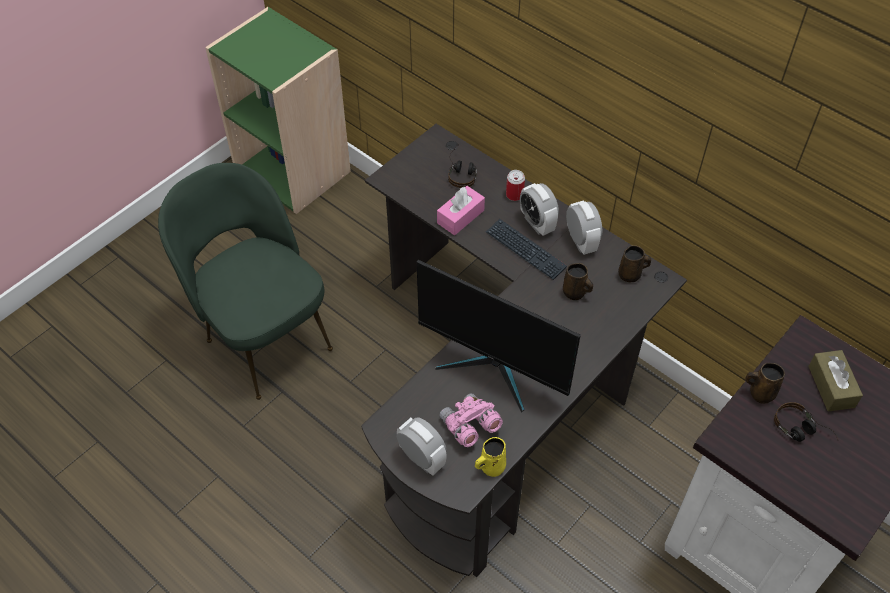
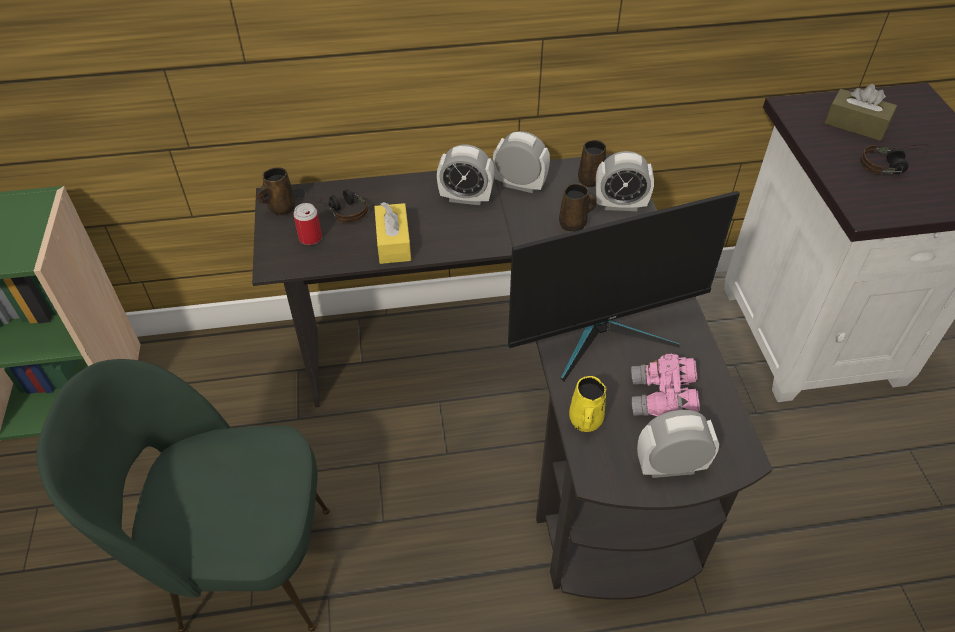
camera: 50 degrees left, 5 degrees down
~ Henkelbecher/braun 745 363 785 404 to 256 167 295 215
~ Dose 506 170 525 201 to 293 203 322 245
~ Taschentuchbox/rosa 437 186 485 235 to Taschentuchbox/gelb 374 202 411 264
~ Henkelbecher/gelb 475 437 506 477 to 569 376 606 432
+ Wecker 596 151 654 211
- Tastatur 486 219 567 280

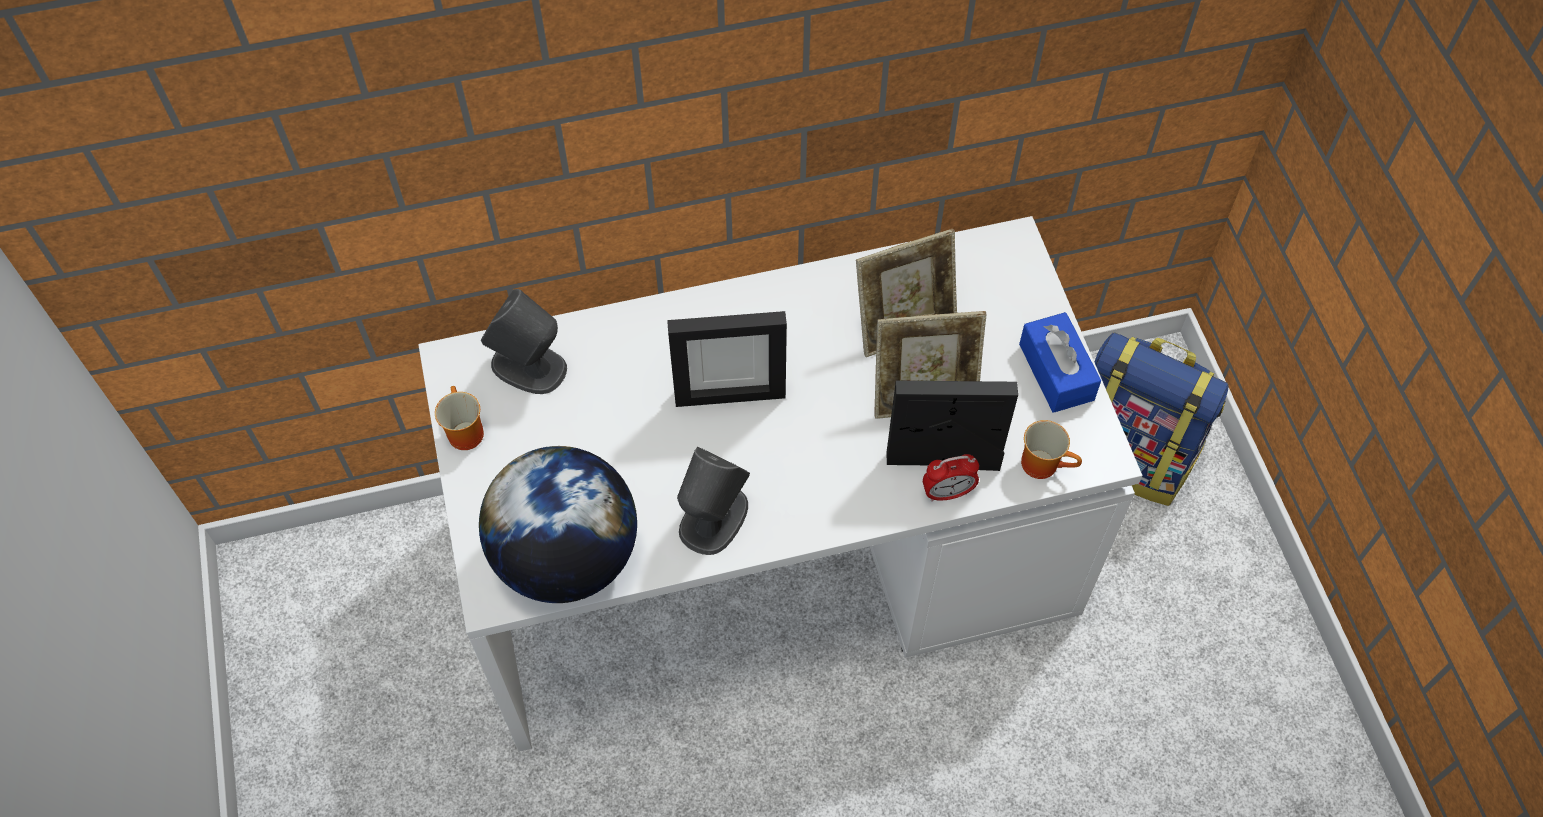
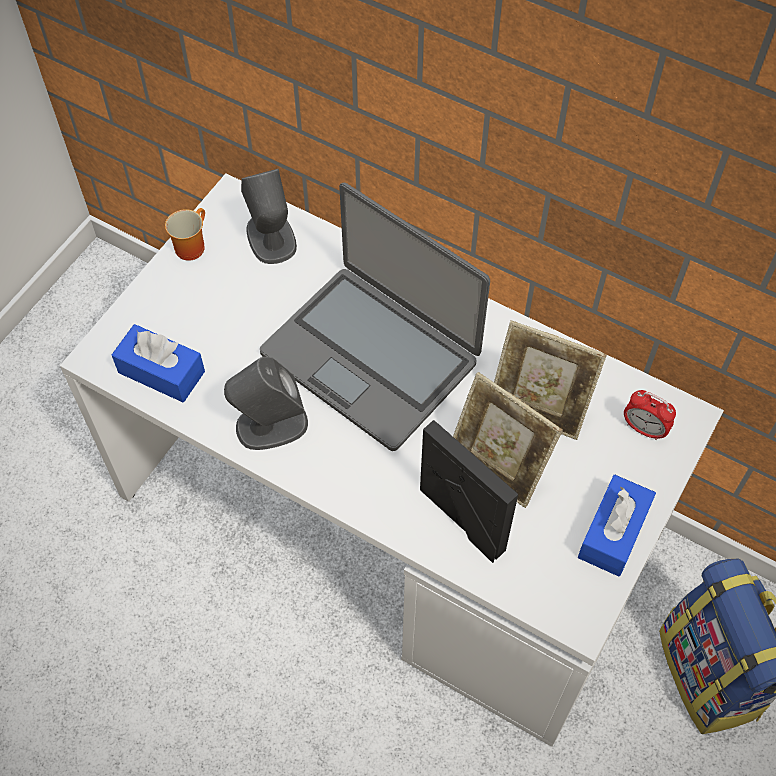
camera: 45 degrees right, 0 degrees up
~ Globus 479 446 637 603 to Taschentuchbox/blau 112 324 205 402
~ Bilderrahmen 667 311 787 407 to Laptop 260 182 490 451
~ Wecker 923 454 979 501 to 624 390 676 440
- Henkelbecher 1021 420 1082 479

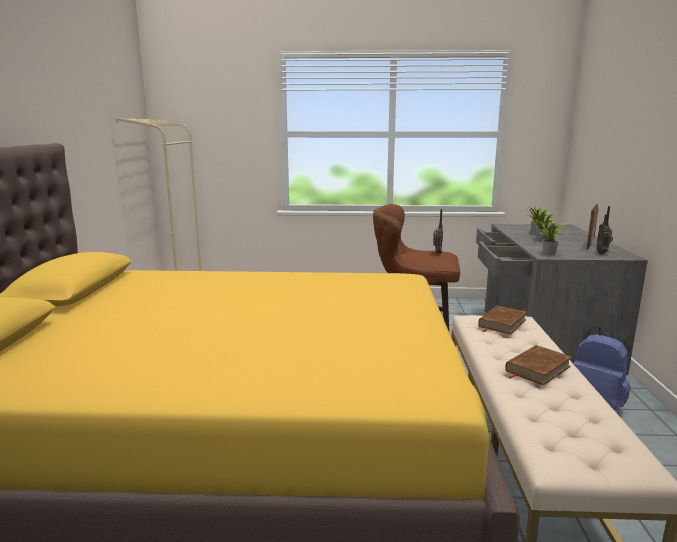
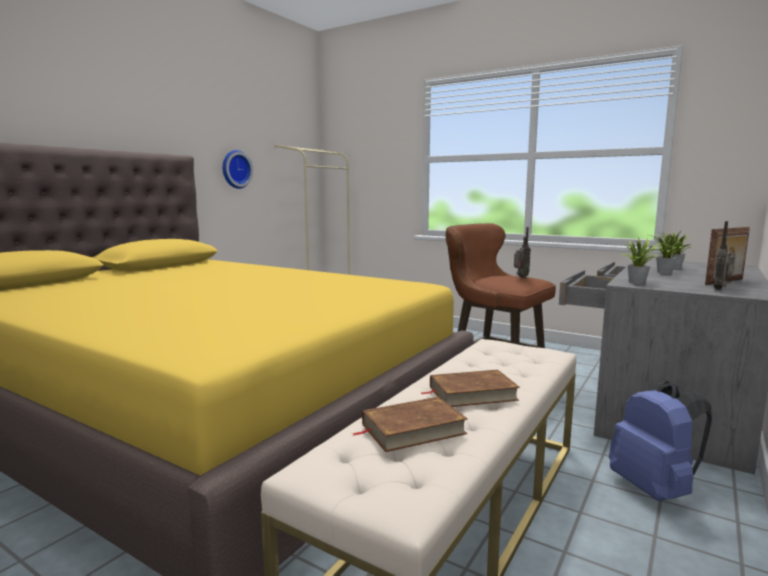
camera: 30 degrees right, 5 degrees down
+ Wanduhr 222 150 253 189
~ Buch/braun 478 305 527 335 to 352 397 468 452

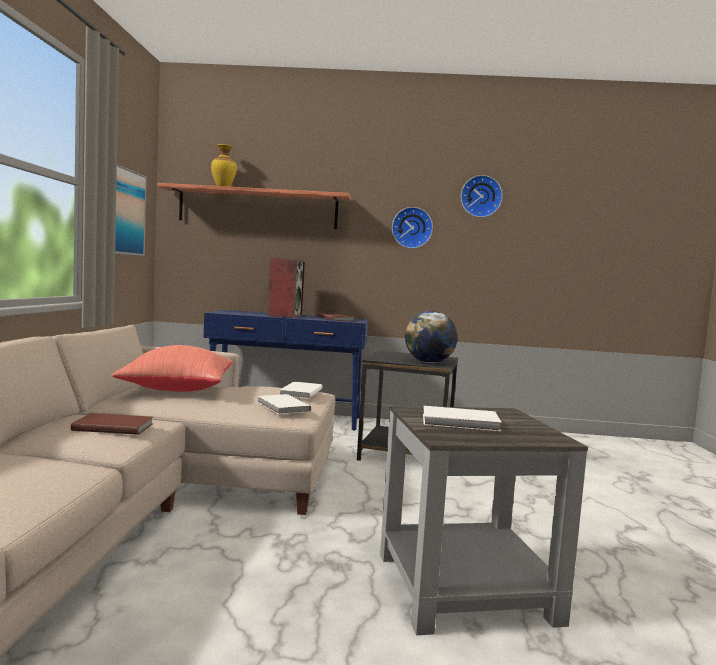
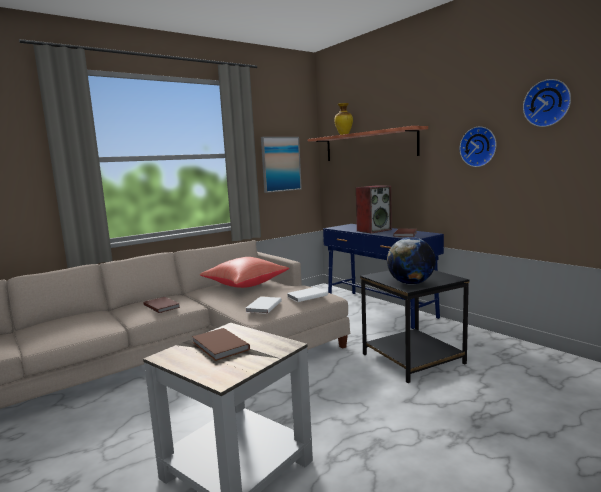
camera: 50 degrees right, 5 degrees up
~ Buch/weiß 423 406 502 431 to Buch/braun 192 328 250 361

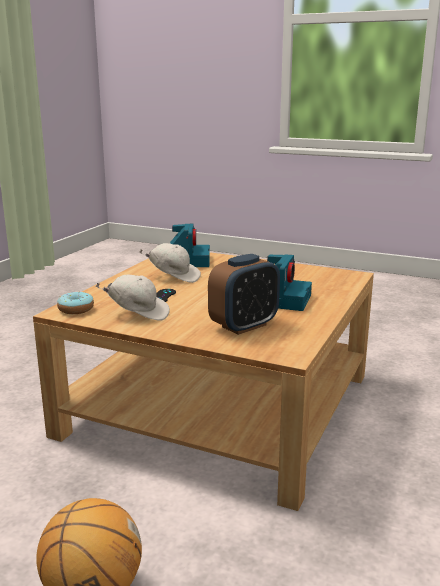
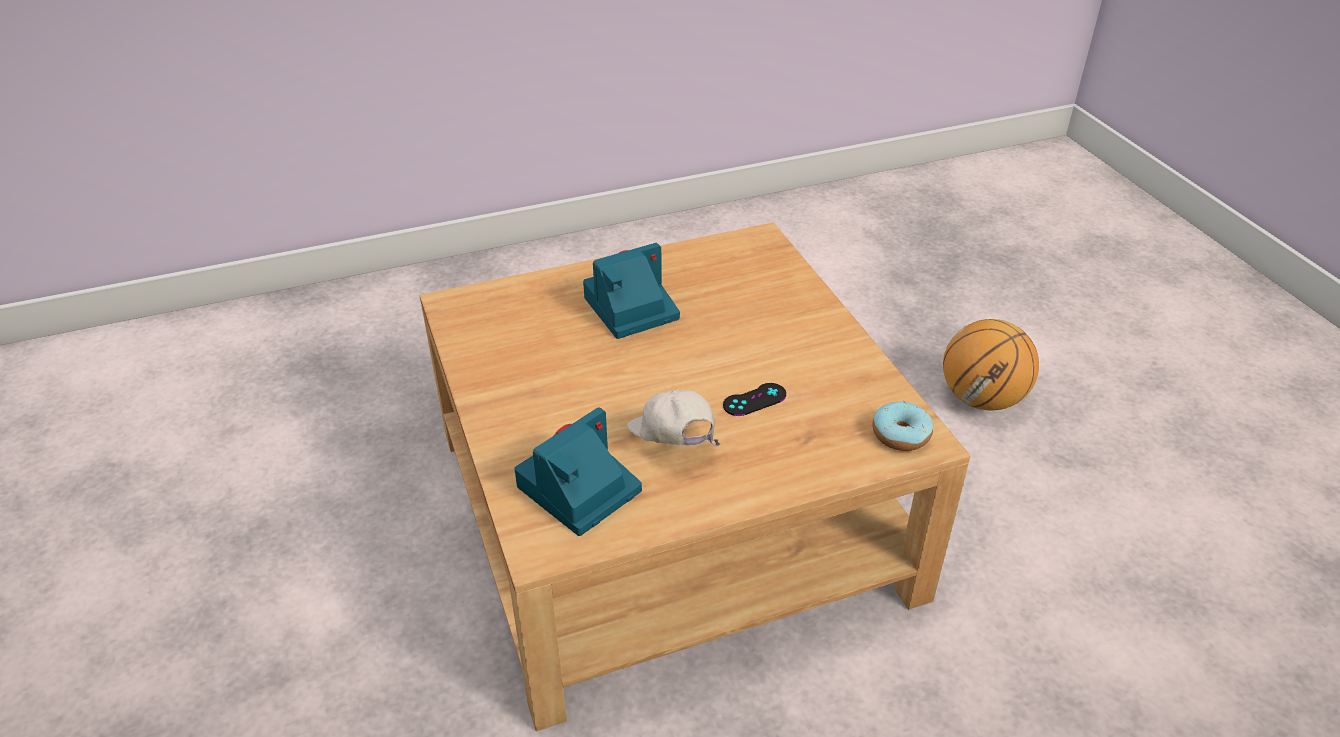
camera: 135 degrees left, 20 degrees up
- Kappe/weiß 95 275 170 321
- Wecker 208 254 280 335

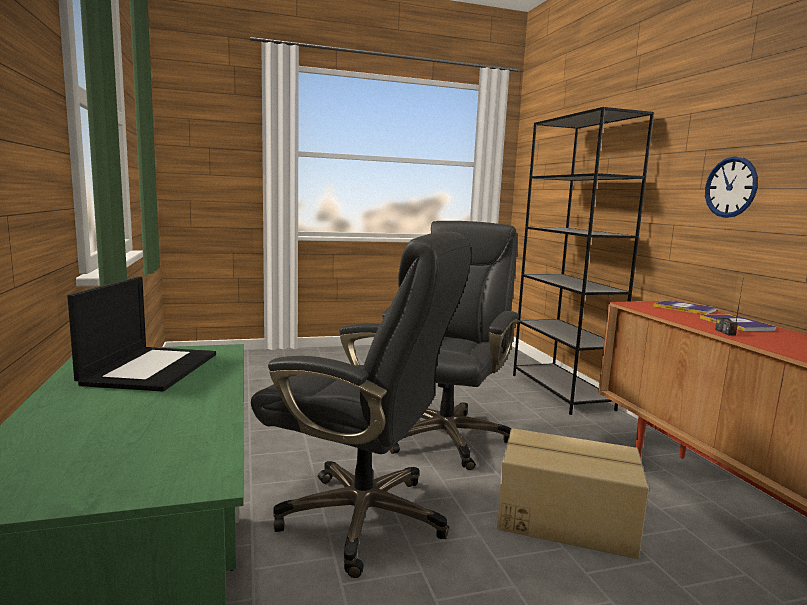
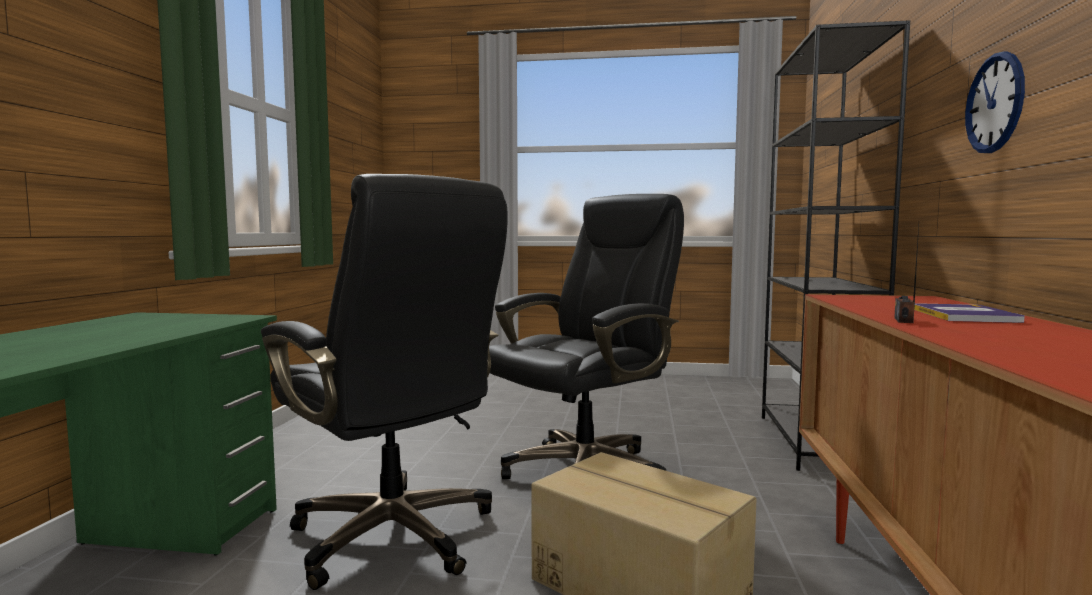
camera: 25 degrees right, 5 degrees down
- Laptop 67 276 216 392
- Buch 653 300 716 315

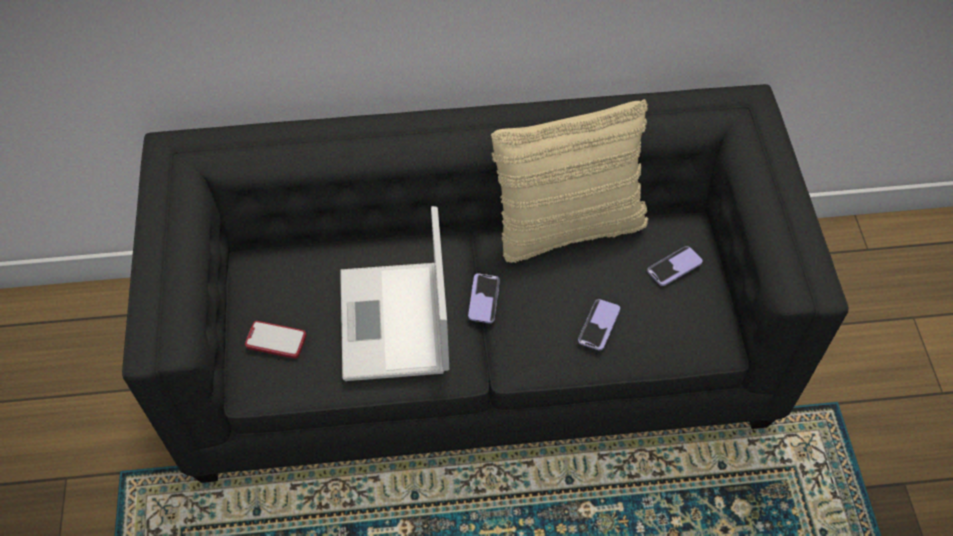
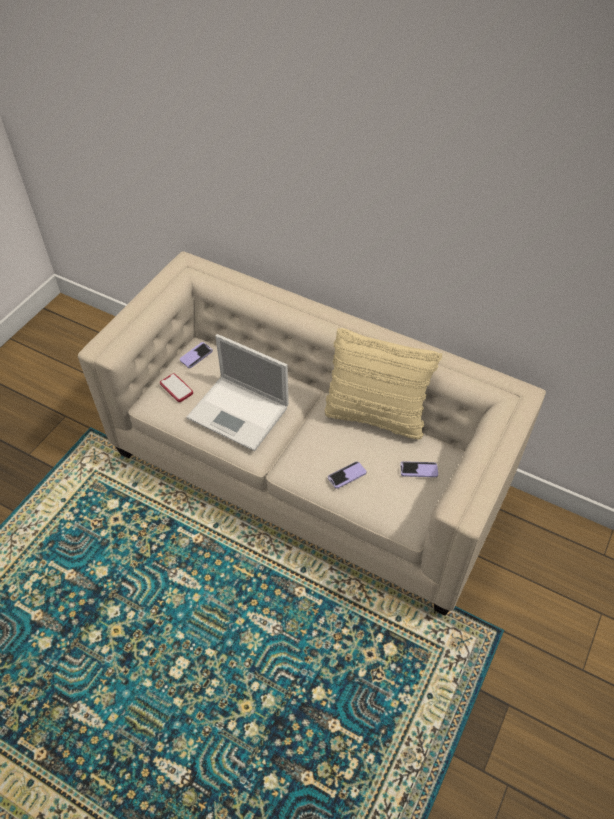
camera: 35 degrees right, 5 degrees down
~ Sofa/schwarz 122 84 848 483 to Sofa/beige 78 251 546 616
~ Handy 468 273 500 323 to 180 342 213 368
~ Laptop 340 206 449 381 = 186 334 289 451 90 degrees counterclockwise

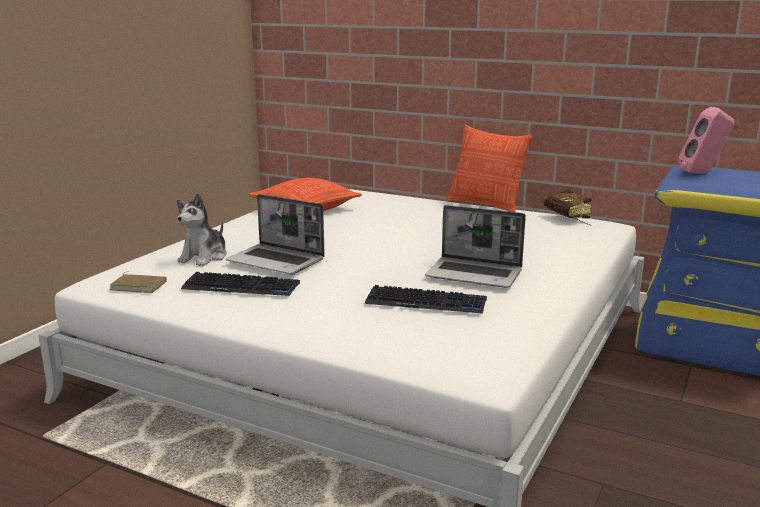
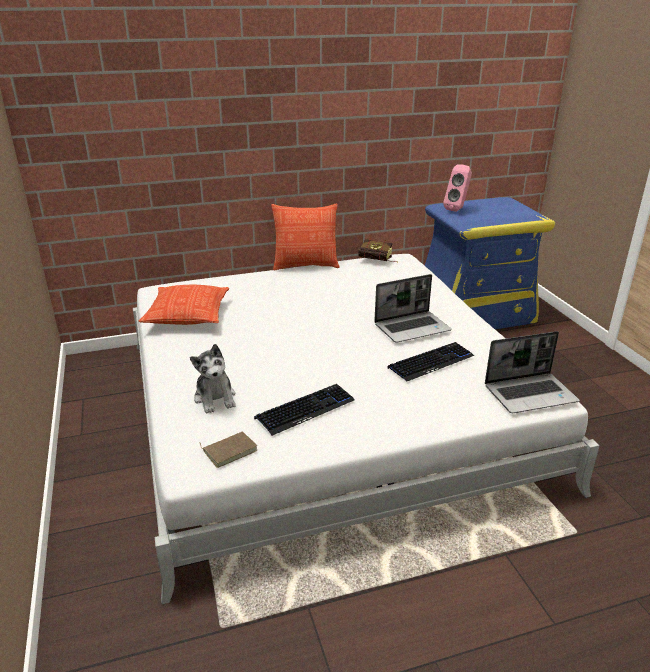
camera: 45 degrees left, 10 degrees up
~ Laptop 226 194 325 275 to 485 331 580 413

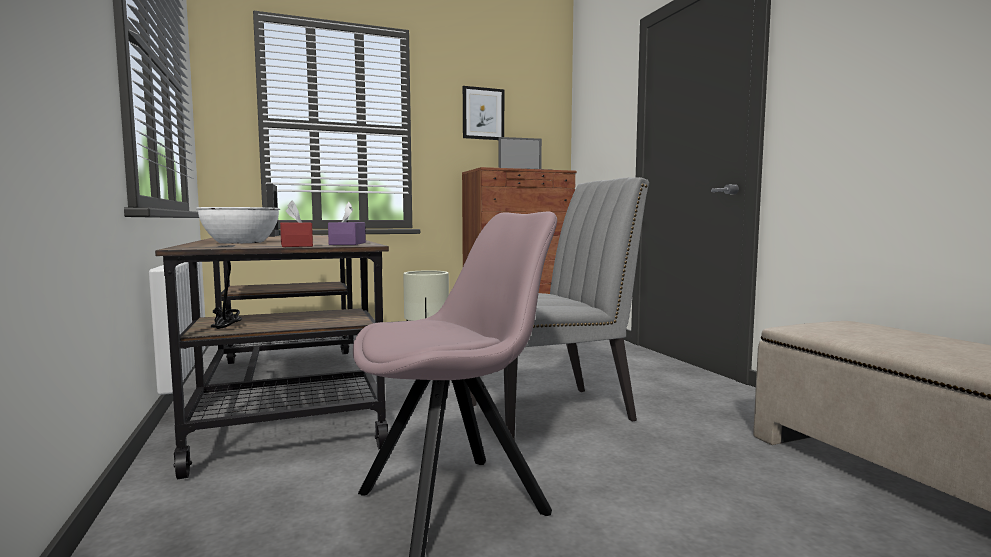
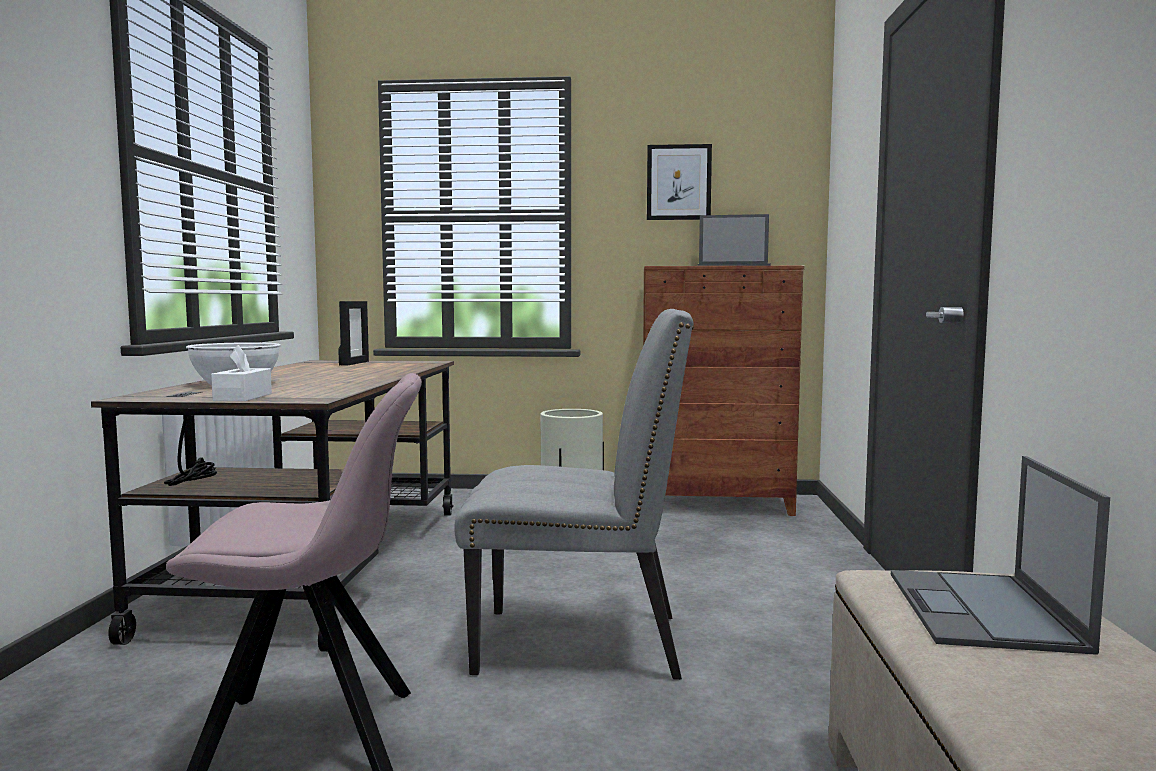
camera: 25 degrees right, 0 degrees up
~ Taschentuchbox/rot 280 200 313 247 to Taschentuchbox/weiß 211 345 272 401
+ Laptop 891 456 1110 655
- Taschentuchbox/lila 328 202 366 245

